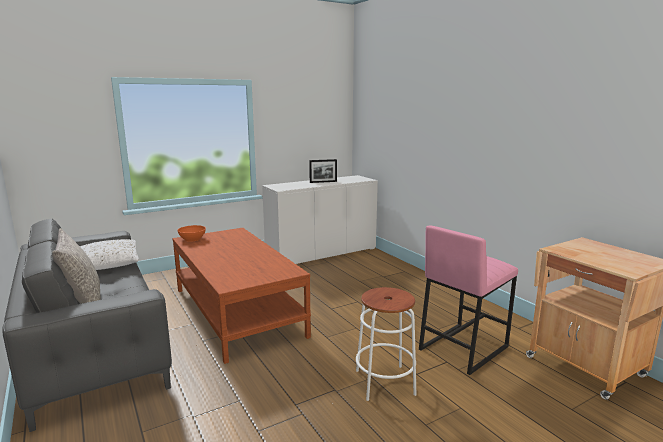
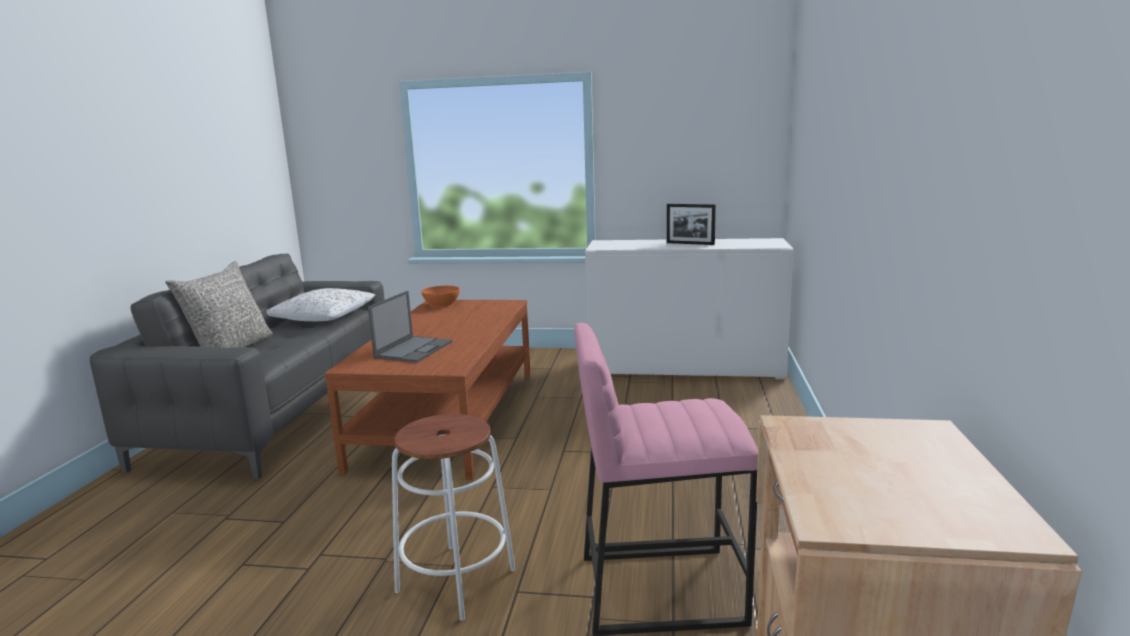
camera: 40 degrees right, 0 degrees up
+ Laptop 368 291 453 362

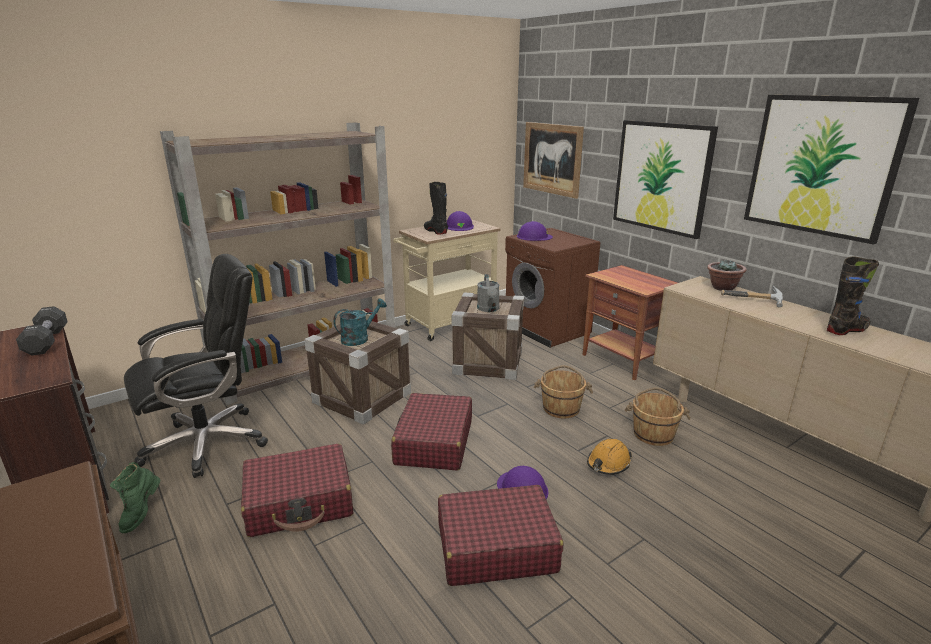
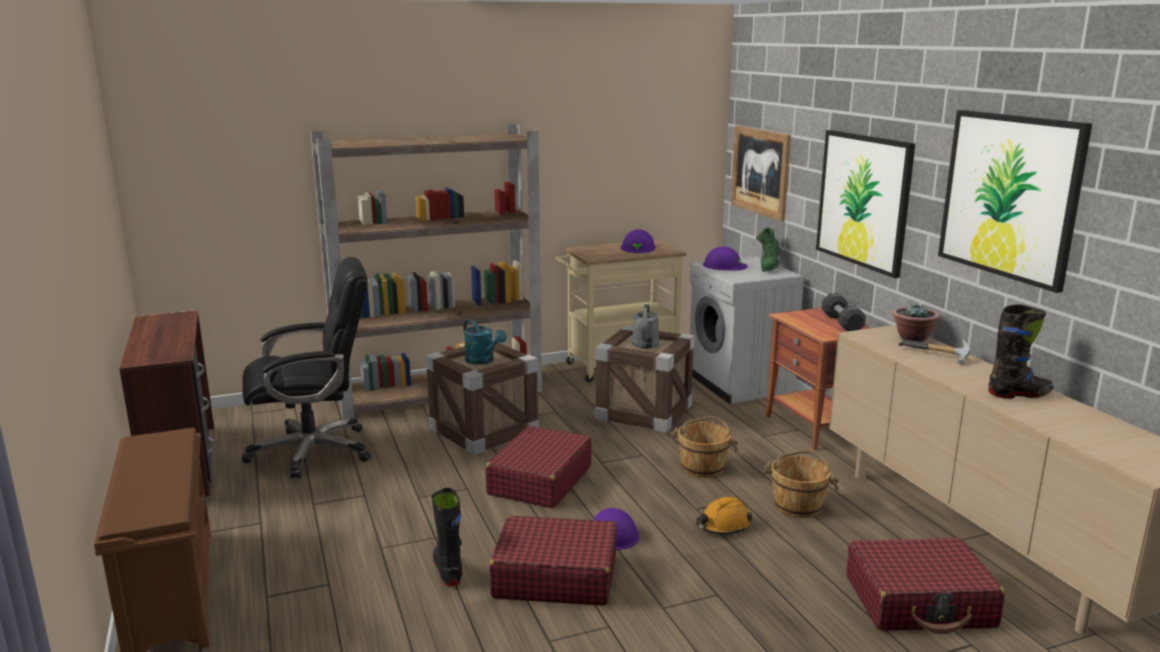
camera: 15 degrees right, 5 degrees down
~ Stiefel/schwarz 424 182 448 235 to 431 488 463 586
~ Gießkanne/türkis 333 298 387 346 = 463 319 507 365 75 degrees clockwise
~ Waschmaschine/braun 505 228 600 348 to Waschmaschine/weiß 690 257 804 404
~ Stiefel/grün 110 462 160 534 to 756 227 781 272
~ Hantel/schwarz 16 306 68 356 to 822 293 866 331
~ Koffer/rot 241 444 353 537 to 847 538 1005 634

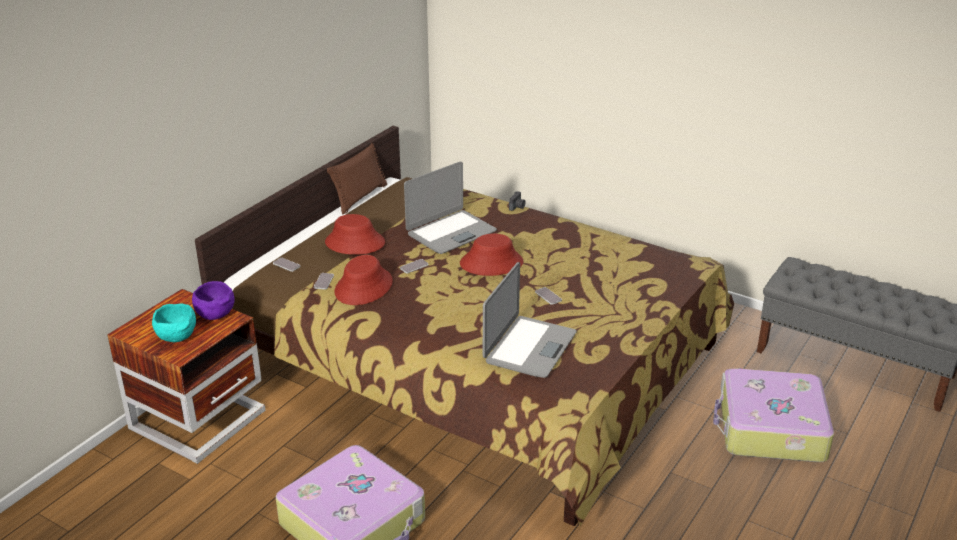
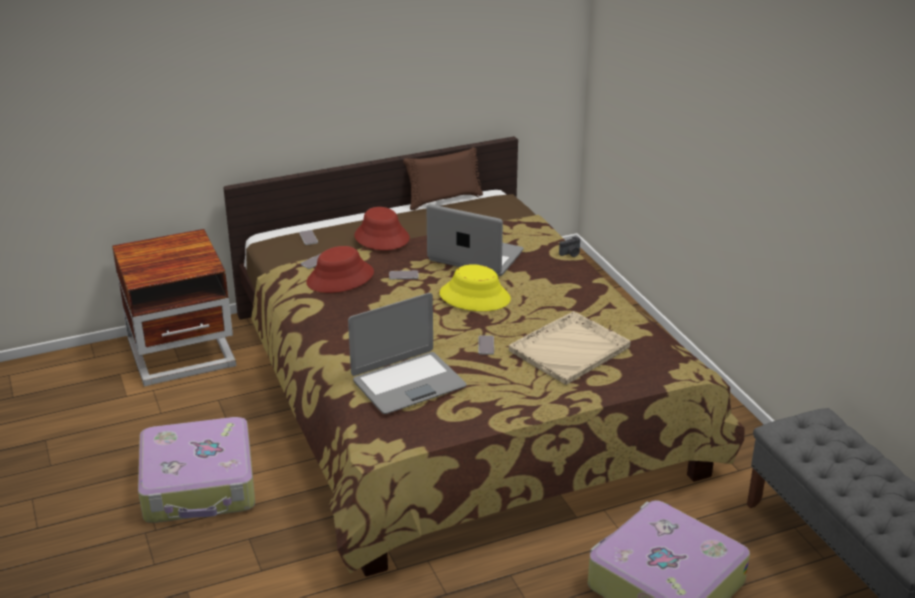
camera: 35 degrees right, 0 degrees up
~ Laptop 404 161 497 254 = 426 204 523 276 150 degrees counterclockwise
~ Hut/rot 460 234 524 276 to Hut/gelb 439 264 511 311
+ Tablett/beige 509 311 630 385
- Schüssel/türkis 152 303 196 342
- Schüssel/lila 192 281 235 320

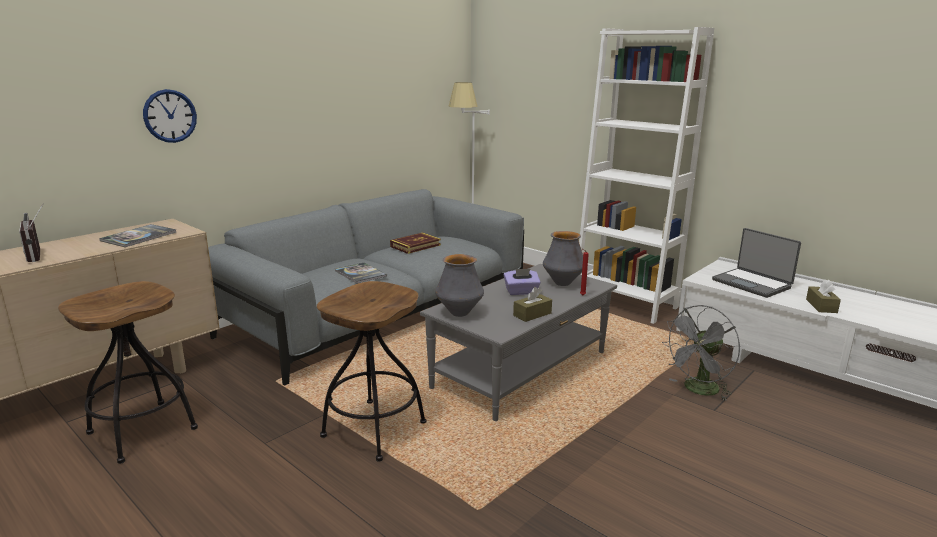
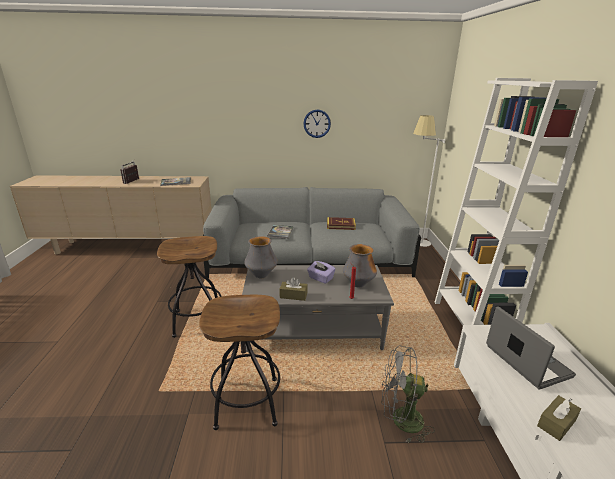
camera: 45 degrees right, 5 degrees up
~ Hocker/braun 58 281 198 464 to 199 295 280 430
~ Wanduhr 143 89 197 143 to 303 109 331 138
~ Laptop 712 228 801 298 = 486 306 576 389 150 degrees clockwise

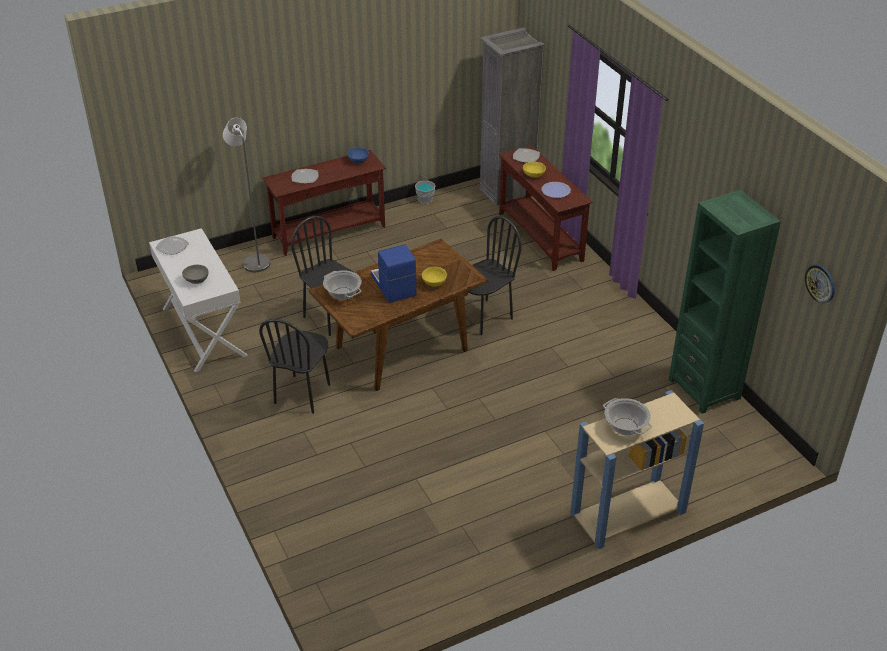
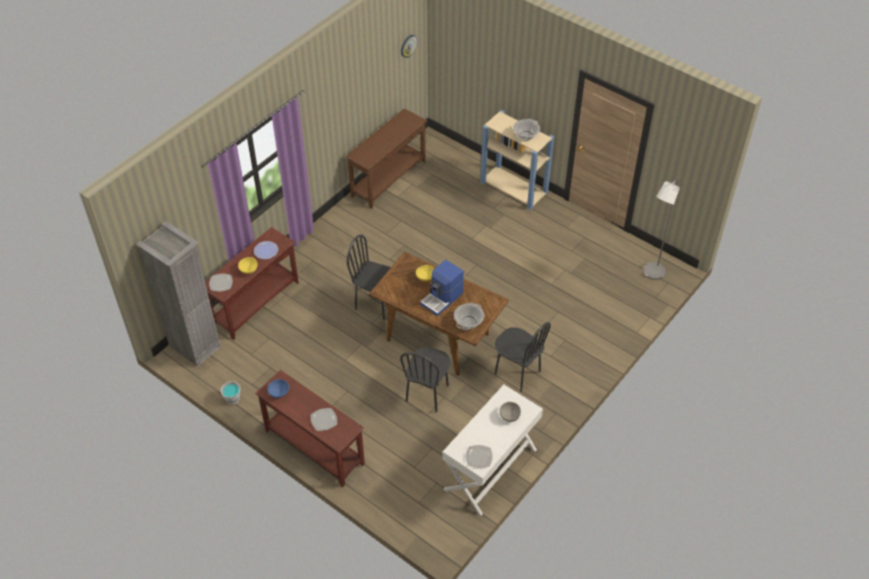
camera: 115 degrees left, 10 degrees up
~ Bücherregal/grün 669 190 781 414 to Konsolentisch/braun 345 108 427 209
~ Stuhl/schwarz 259 319 330 414 = 494 322 551 392 45 degrees clockwise
~ Stehlampe/grau 223 118 270 272 to 643 180 680 280

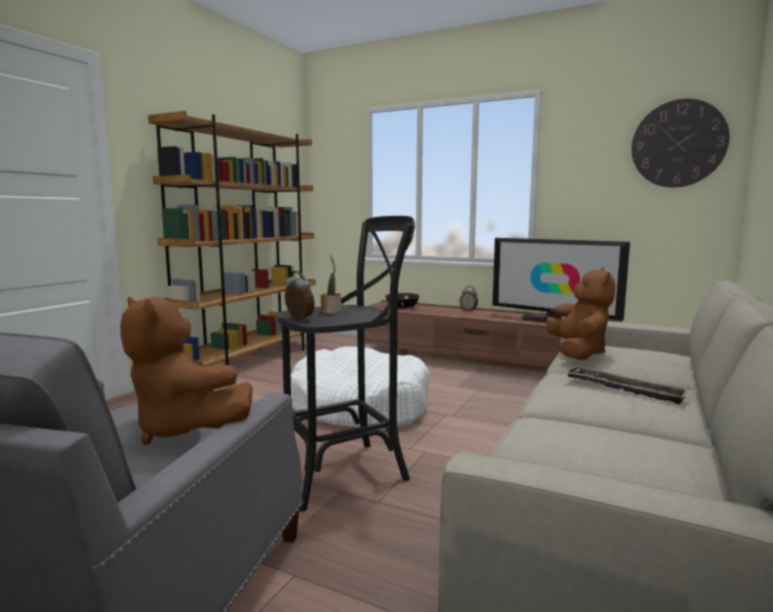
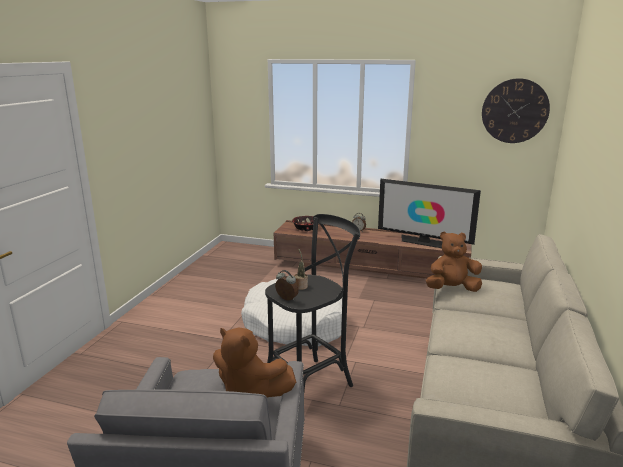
camera: 10 degrees left, 10 degrees up
~ Plüschtier/braun 546 267 615 360 = 426 231 482 292 90 degrees counterclockwise
- Bücherregal/braun 148 111 316 367
- Tablett 565 366 690 405

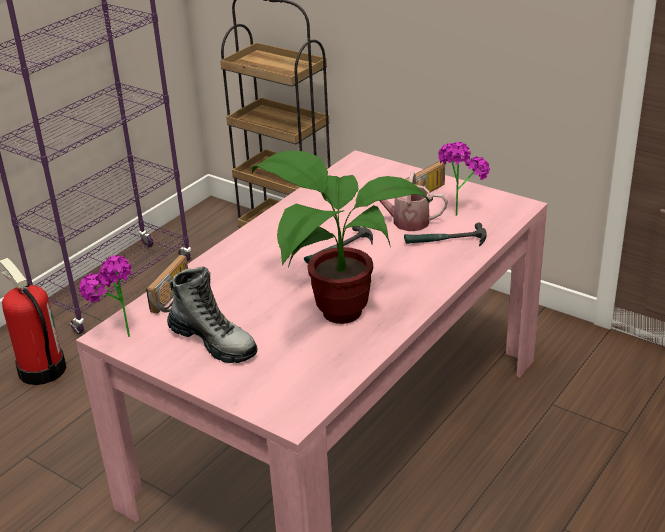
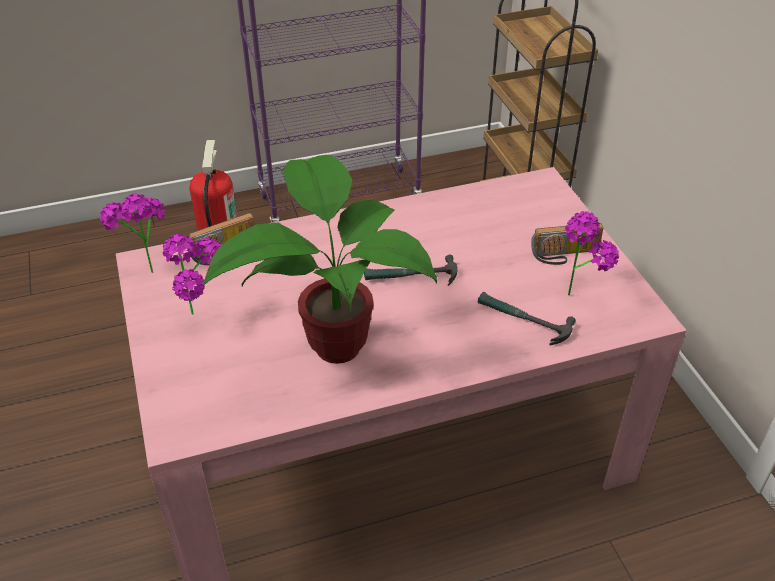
camera: 35 degrees right, 10 degrees up
~ Stiefel 167 266 257 363 to Topfpflanze 162 234 221 315
- Gießkanne 373 172 448 231

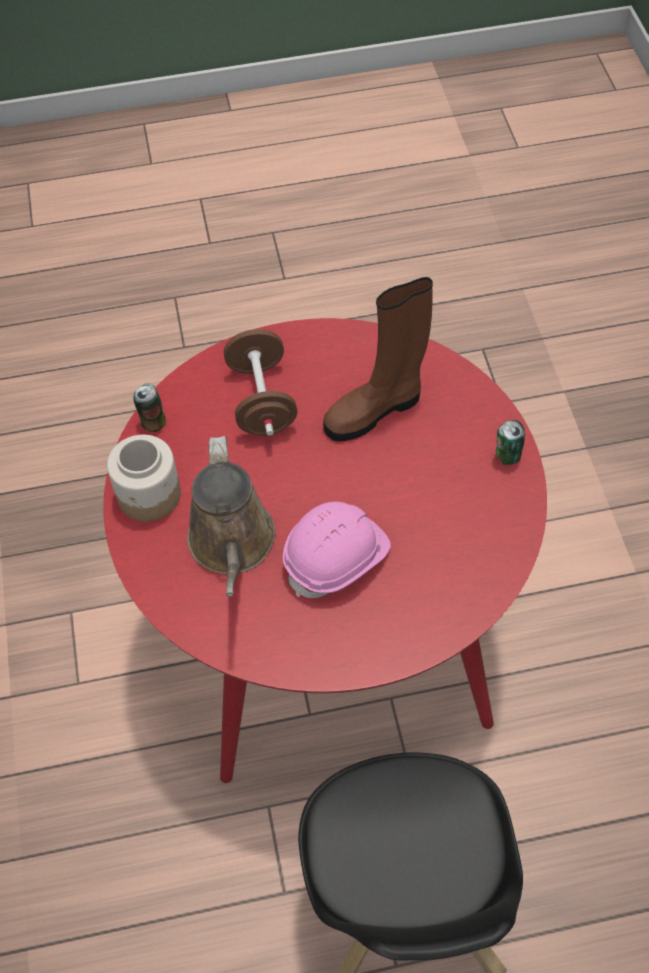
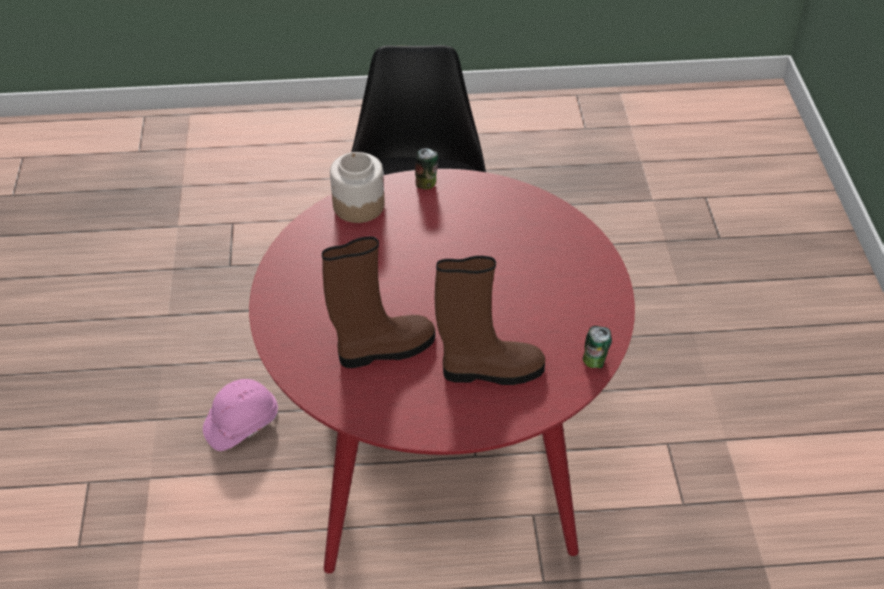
camera: 175 degrees left, 10 degrees down
~ Schutzhelm/rosa 283 502 391 598 to 203 379 278 451
~ Vorratsglas 107 435 181 522 to 330 152 385 223
~ Dose 496 420 525 465 to 415 148 438 190
~ Hantel/braun 224 329 297 436 to Stiefel/braun 435 256 545 385
- Gießkanne/braun 187 436 276 596

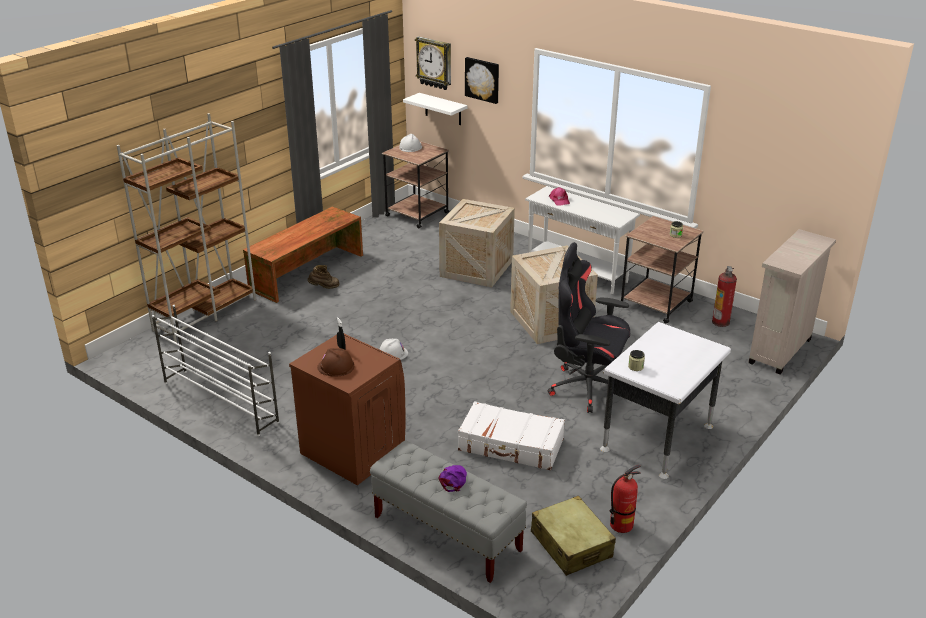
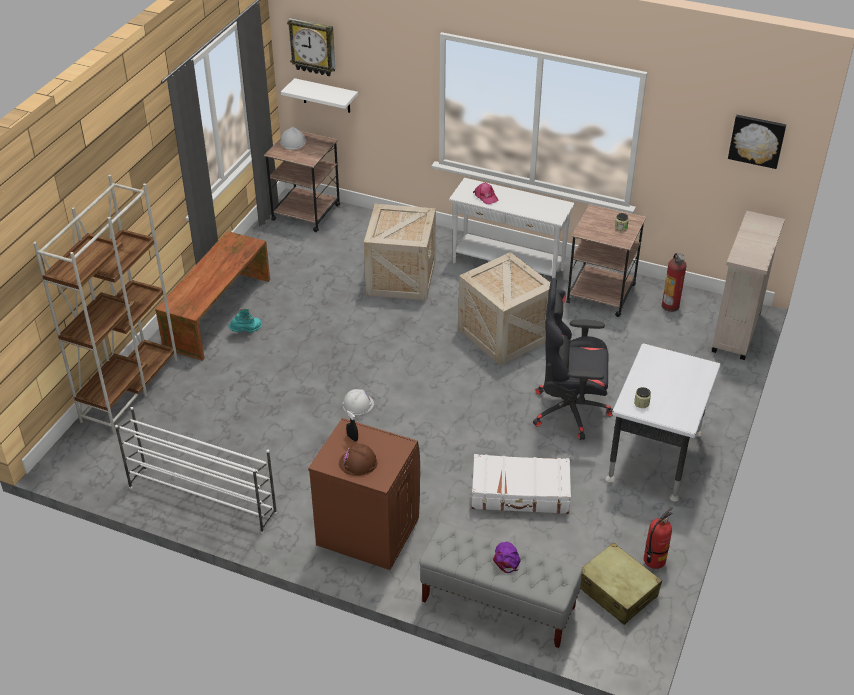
camera: 15 degrees left, 10 degrees up
~ Stiefel/braun 307 265 340 289 to Stiefel/türkis 229 309 262 332
~ Bild 465 57 499 104 to 728 115 786 169

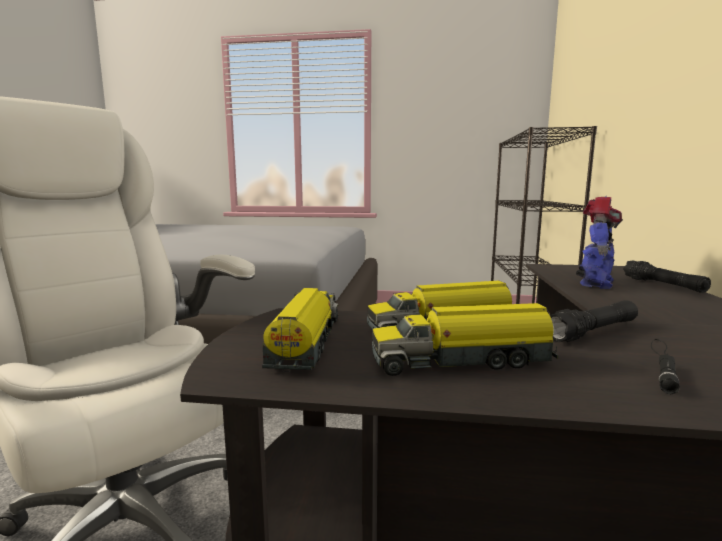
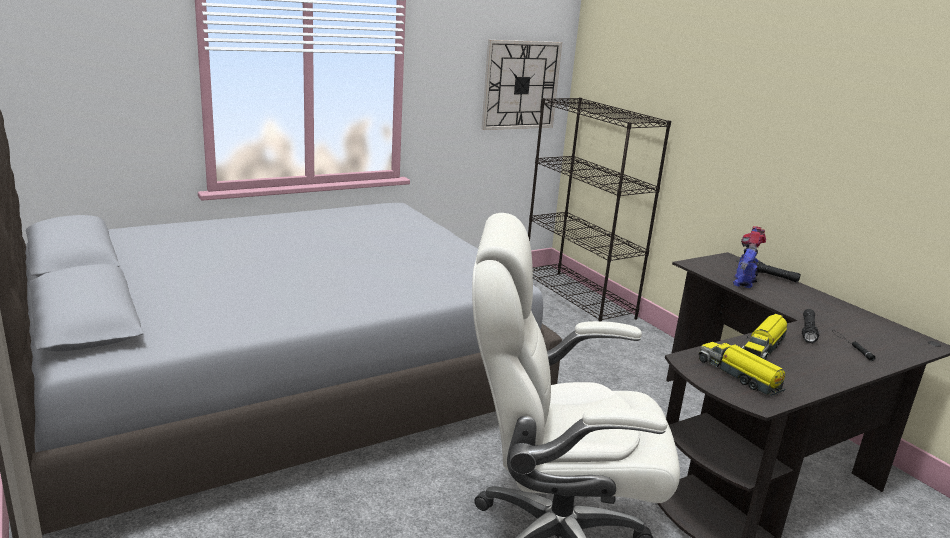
camera: 40 degrees left, 10 degrees up
+ Wanduhr 482 40 562 130
~ Spielzeugroboter 576 196 623 289 = 733 226 766 288 150 degrees counterclockwise
- Spielzeuglaster 372 303 558 376

